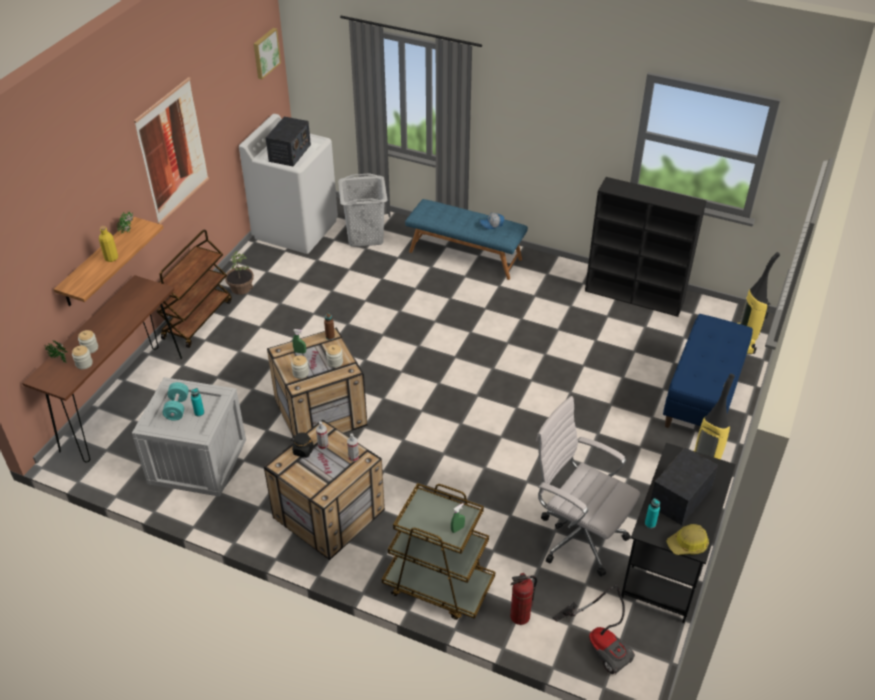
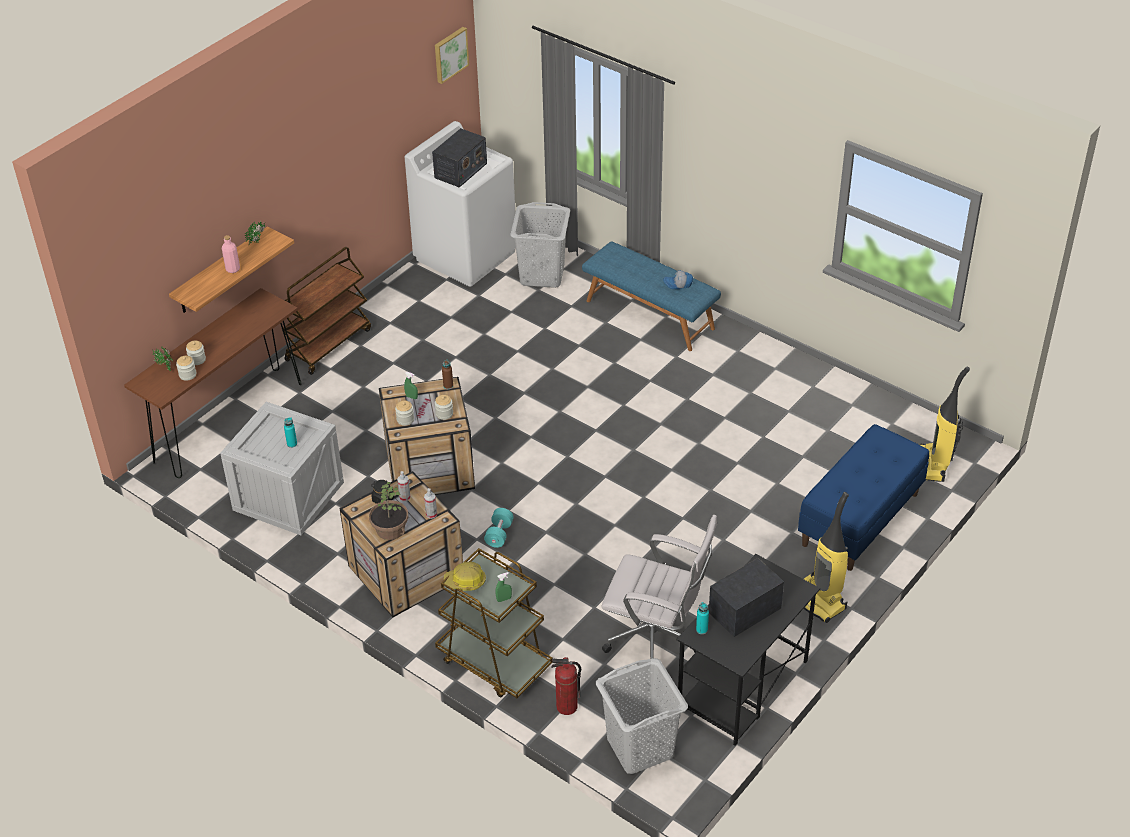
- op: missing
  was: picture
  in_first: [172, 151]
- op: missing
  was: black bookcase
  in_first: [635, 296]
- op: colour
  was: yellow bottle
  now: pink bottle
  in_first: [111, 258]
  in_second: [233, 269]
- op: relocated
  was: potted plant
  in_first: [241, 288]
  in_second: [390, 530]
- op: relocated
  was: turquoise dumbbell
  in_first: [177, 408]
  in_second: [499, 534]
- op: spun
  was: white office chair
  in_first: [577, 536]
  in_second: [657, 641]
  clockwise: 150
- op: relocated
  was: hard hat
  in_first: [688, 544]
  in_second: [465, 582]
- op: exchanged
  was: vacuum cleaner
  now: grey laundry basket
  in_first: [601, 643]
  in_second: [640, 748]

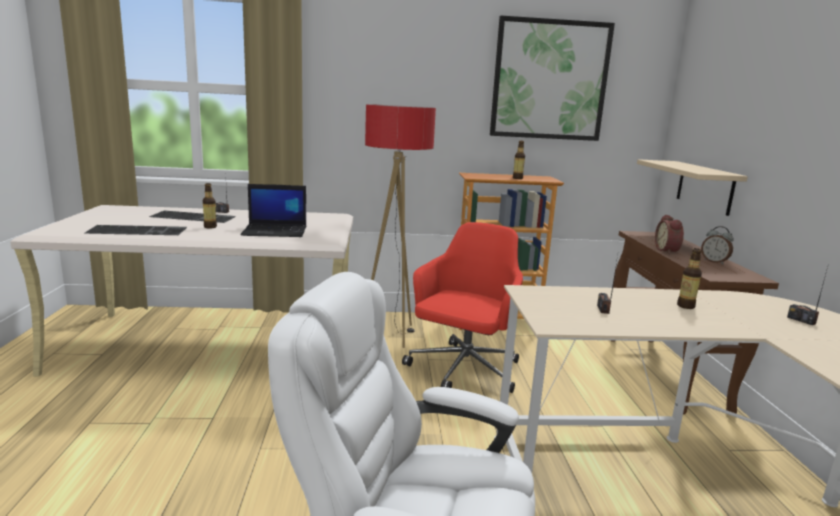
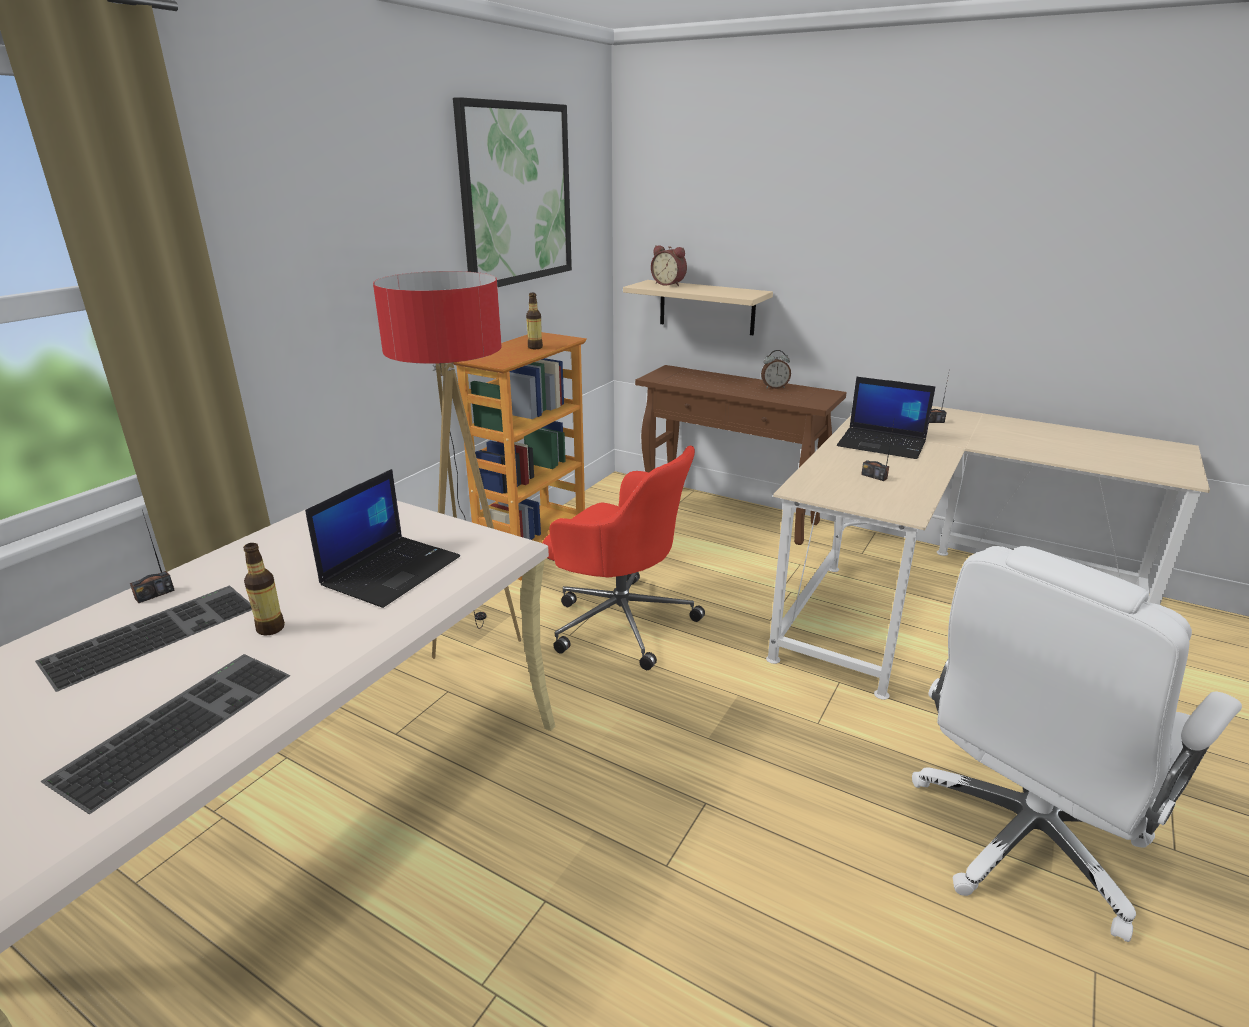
- op: relocated
  was: alarm clock
  in_first: [668, 251]
  in_second: [669, 284]
- op: spun
  was: red office chair
  in_first: [463, 370]
  in_second: [620, 621]
  clockwise: 150
- op: exchanged
  was: bottle
  now: laptop
  in_first: [685, 306]
  in_second: [883, 444]

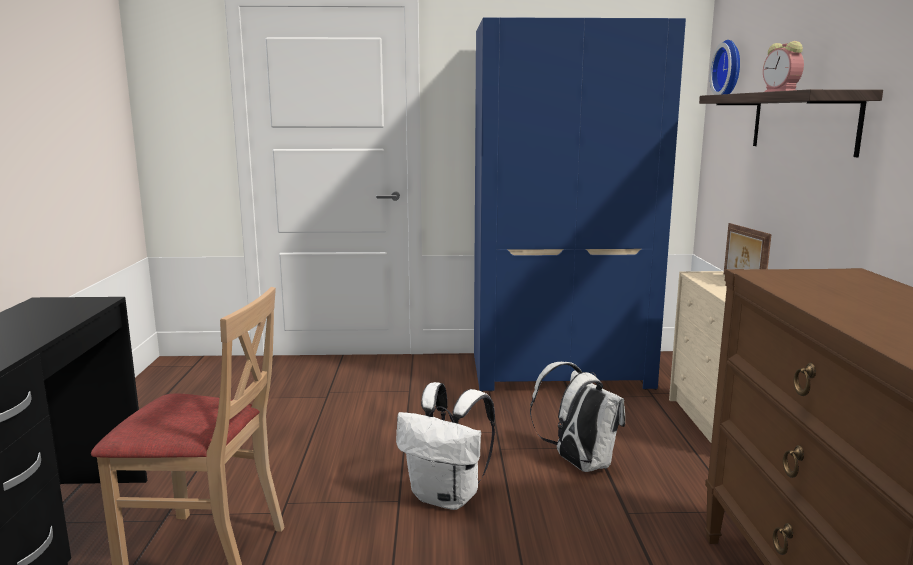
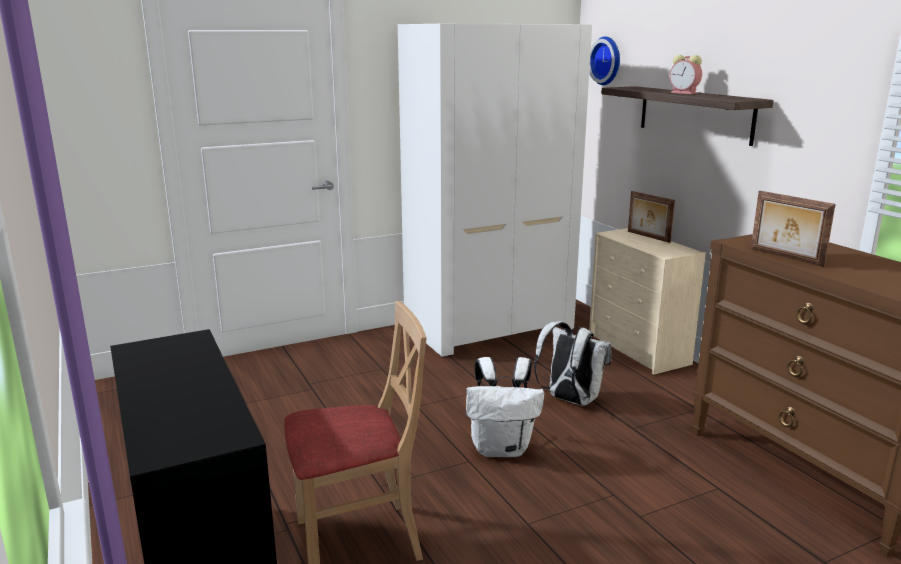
- op: colour
  was: blue wardrobe
  now: white wardrobe
  in_first: [561, 370]
  in_second: [489, 326]
- op: appeared
  now: picture frame
  in_second: [785, 257]

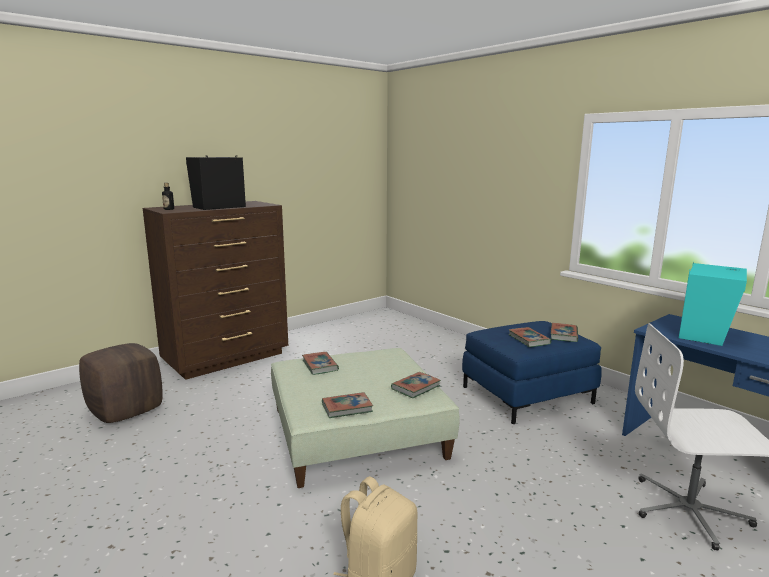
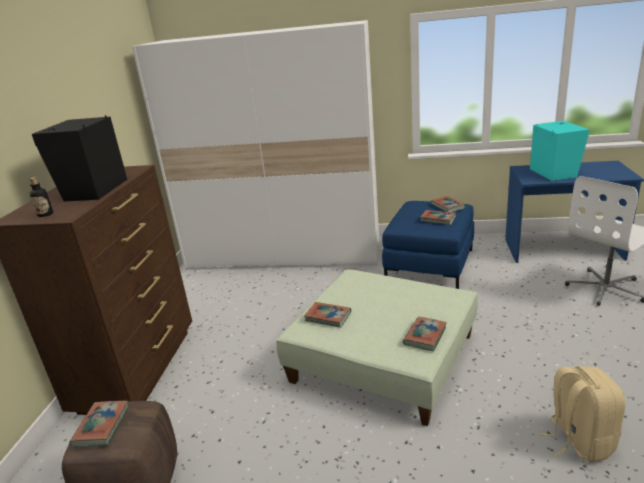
- op: relocated
  was: book
  in_first: [415, 387]
  in_second: [102, 426]
- op: appeared
  now: white wardrobe
  in_second: [285, 254]

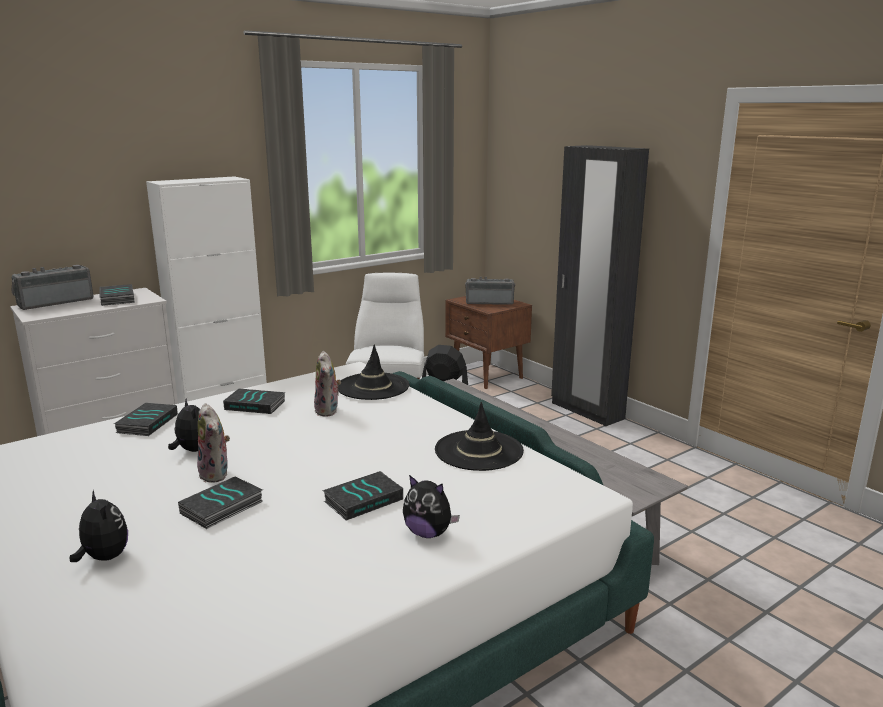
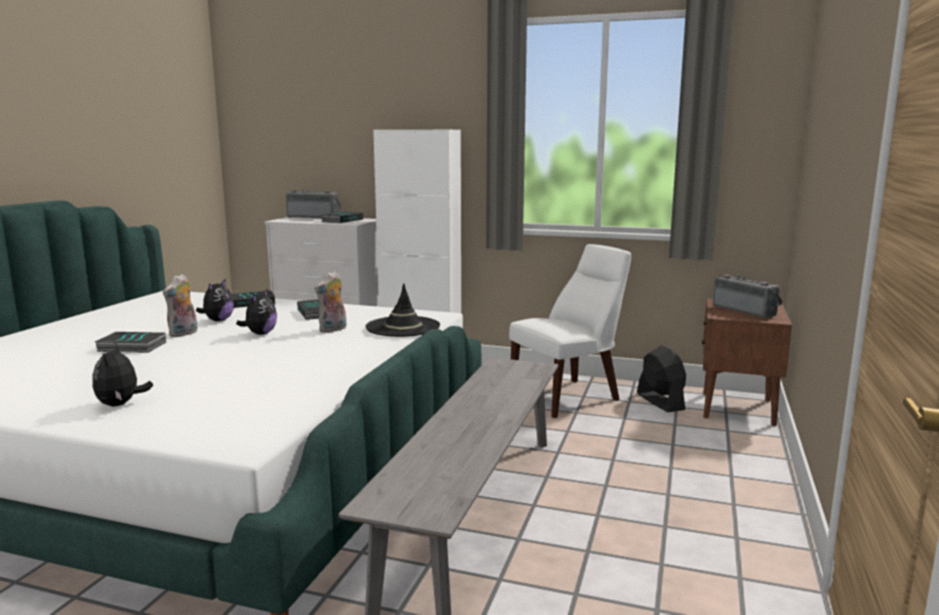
- op: missing
  was: black wardrobe
  in_first: [586, 411]
- op: missing
  was: black hat
  in_first: [479, 450]
- op: missing
  was: book
  in_first: [363, 499]
- op: relocated
  was: plush toy
  in_first: [103, 558]
  in_second: [260, 333]

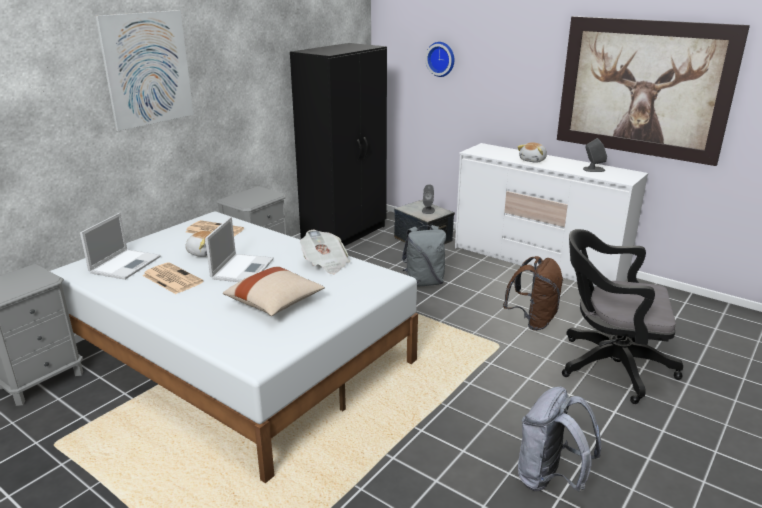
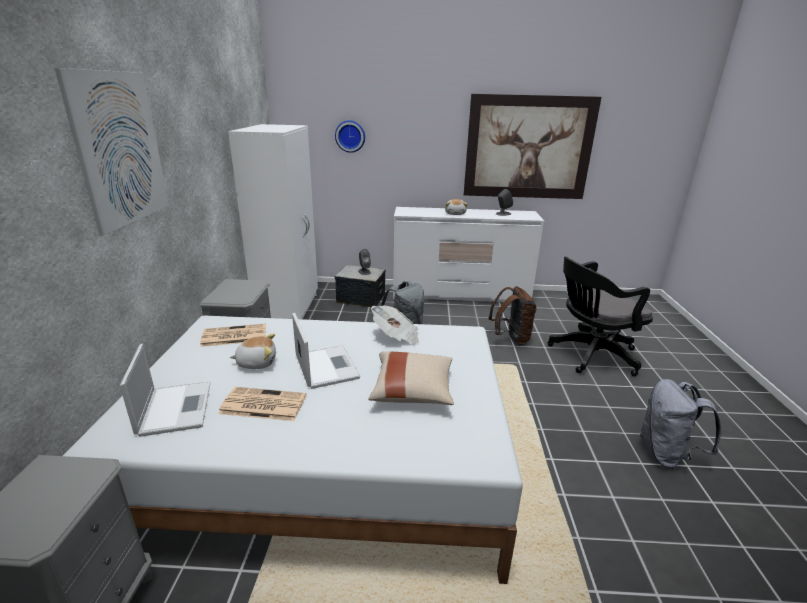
- op: colour
  was: black wardrobe
  now: white wardrobe
  in_first: [345, 233]
  in_second: [289, 309]

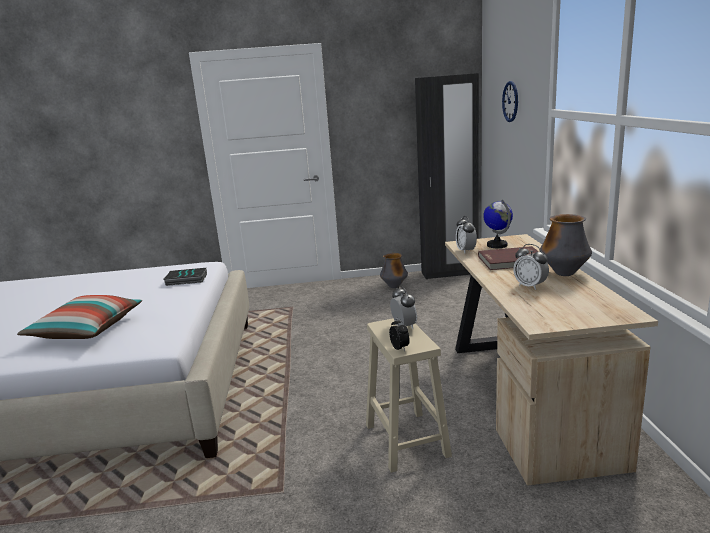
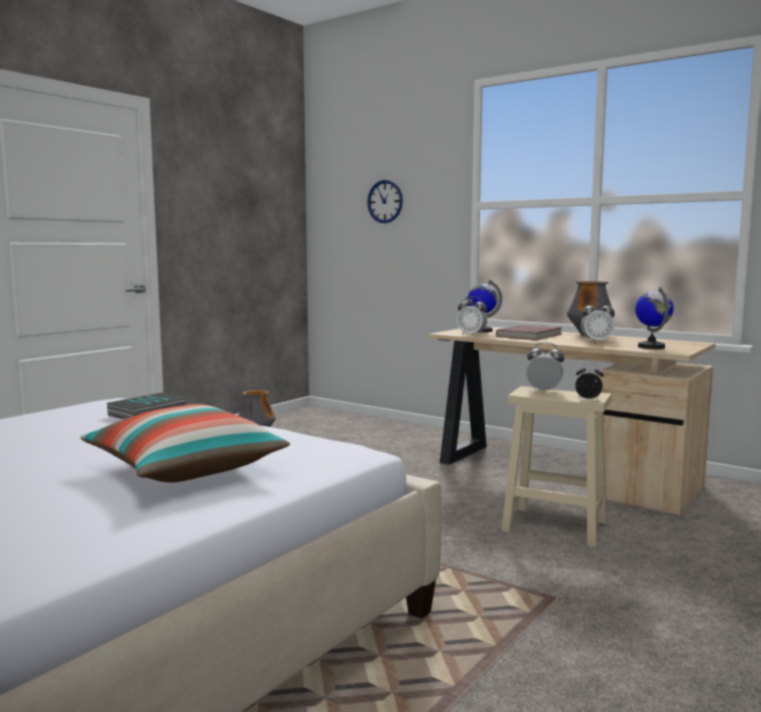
- op: missing
  was: black wardrobe
  in_first: [449, 273]
- op: appeared
  now: globe
  in_second: [651, 347]

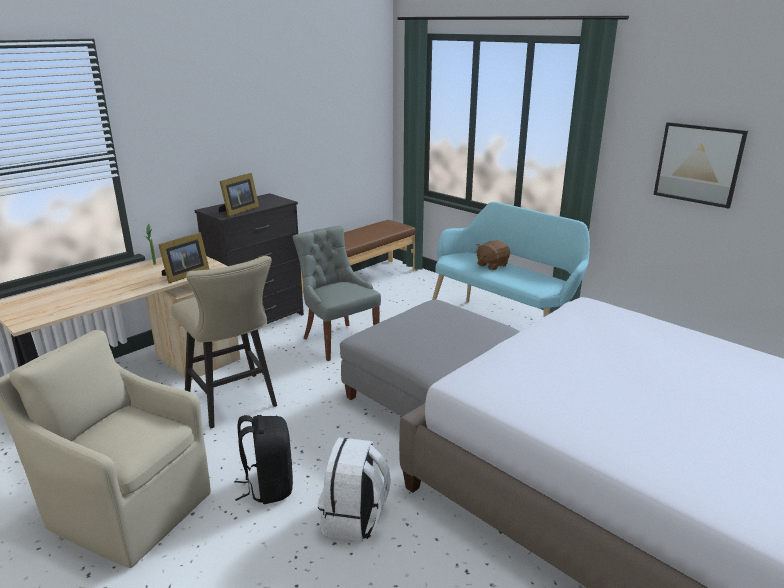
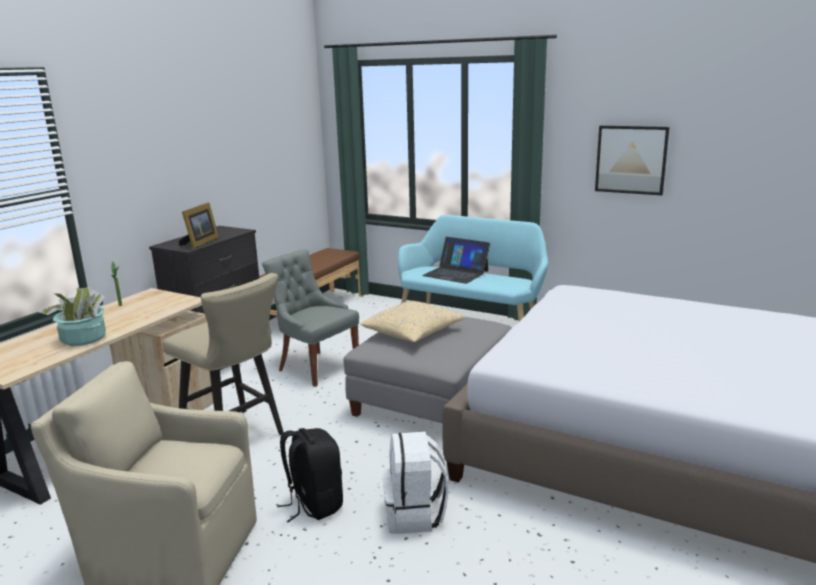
- op: missing
  was: picture frame
  in_first: [184, 275]
- op: exchanged
  was: brown plush toy
  now: laptop
  in_first: [491, 265]
  in_second: [456, 273]
- op: appeared
  now: potted plant
  in_second: [84, 338]
- op: appeared
  now: beige pillow
  in_second: [413, 333]

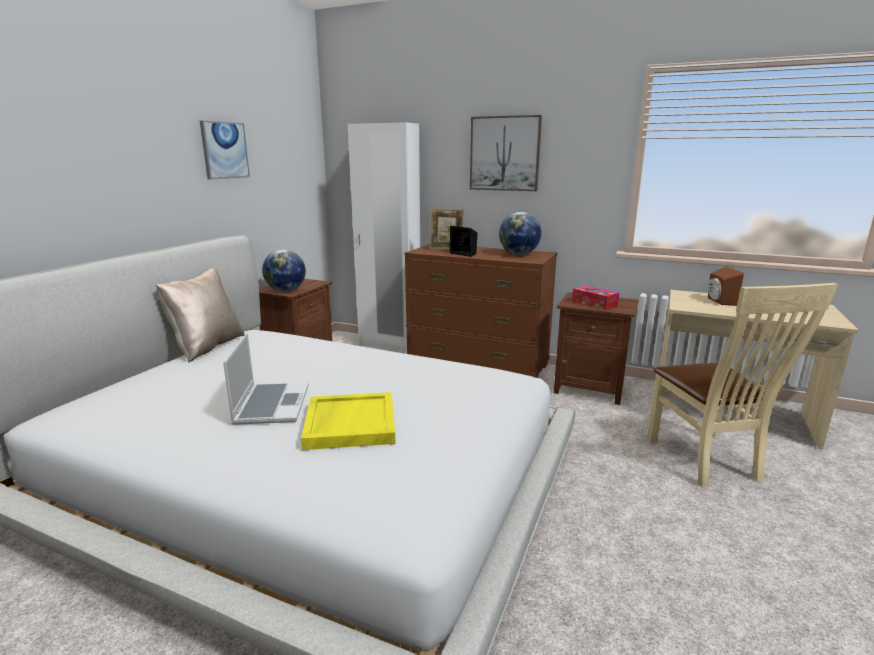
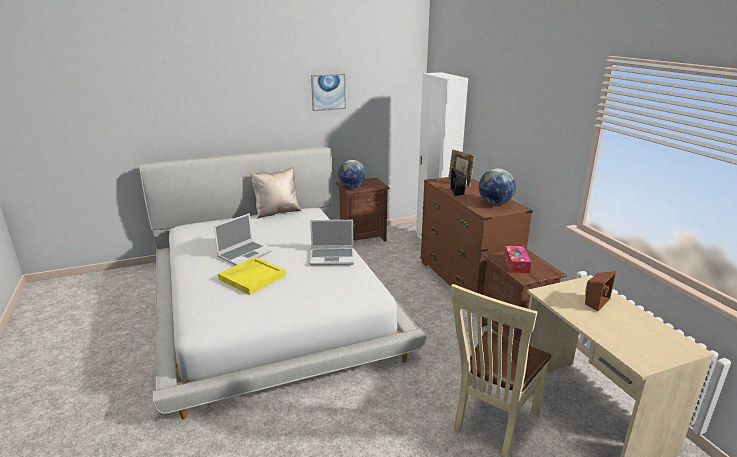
- op: missing
  was: picture
  in_first: [505, 153]
- op: appeared
  now: laptop
  in_second: [332, 257]

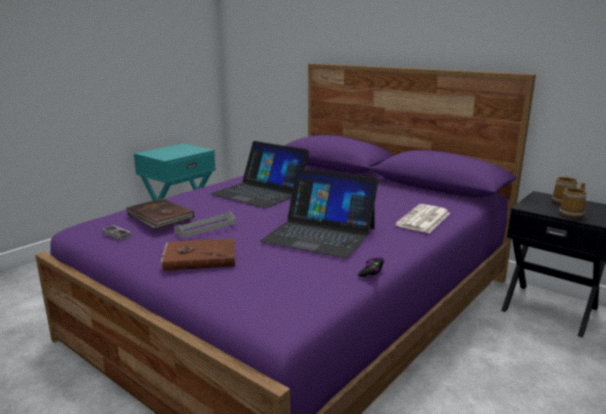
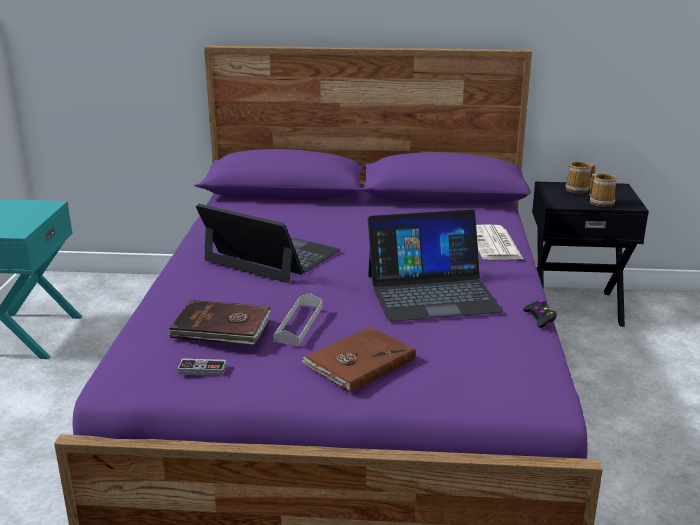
- op: spun
  was: laptop
  in_first: [260, 192]
  in_second: [271, 256]
  clockwise: -150

